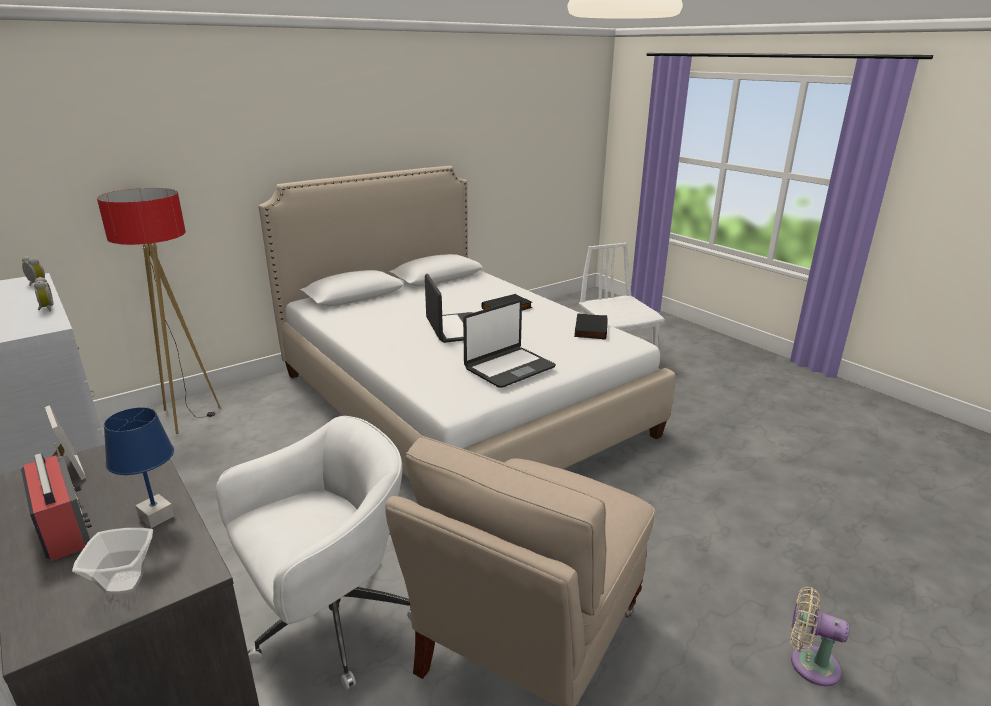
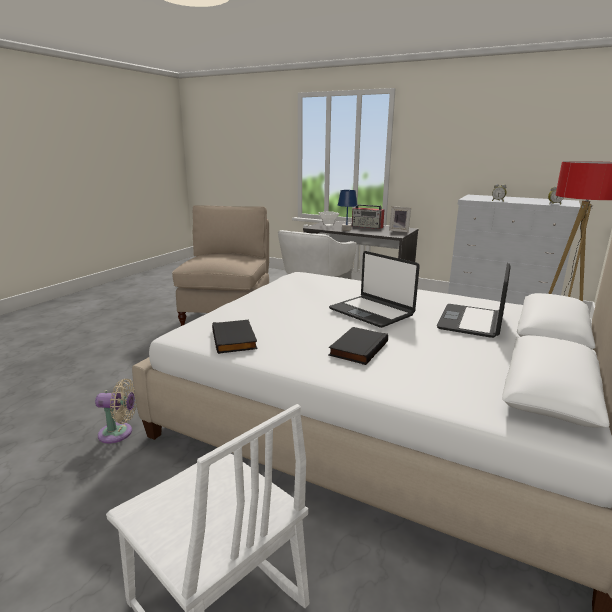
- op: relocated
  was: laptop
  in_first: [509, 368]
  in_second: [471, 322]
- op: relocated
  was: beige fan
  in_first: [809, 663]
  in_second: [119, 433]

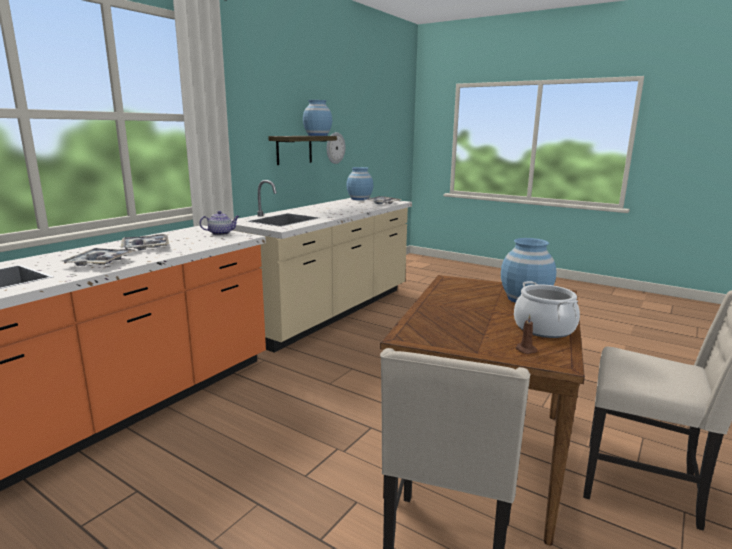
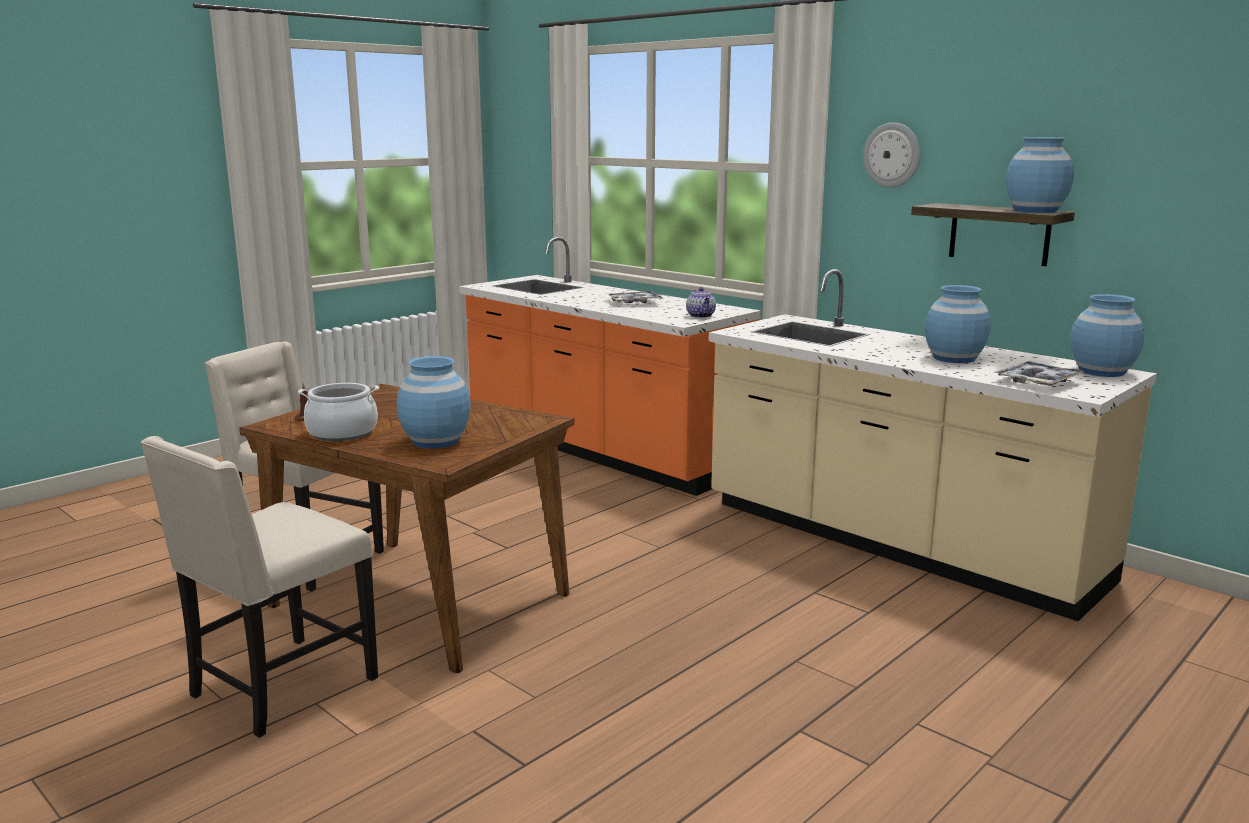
- op: relocated
  was: wall clock
  in_first: [335, 148]
  in_second: [892, 155]
- op: missing
  was: tray
  in_first: [100, 262]
- op: appeared
  now: blue vase
  in_second: [954, 358]

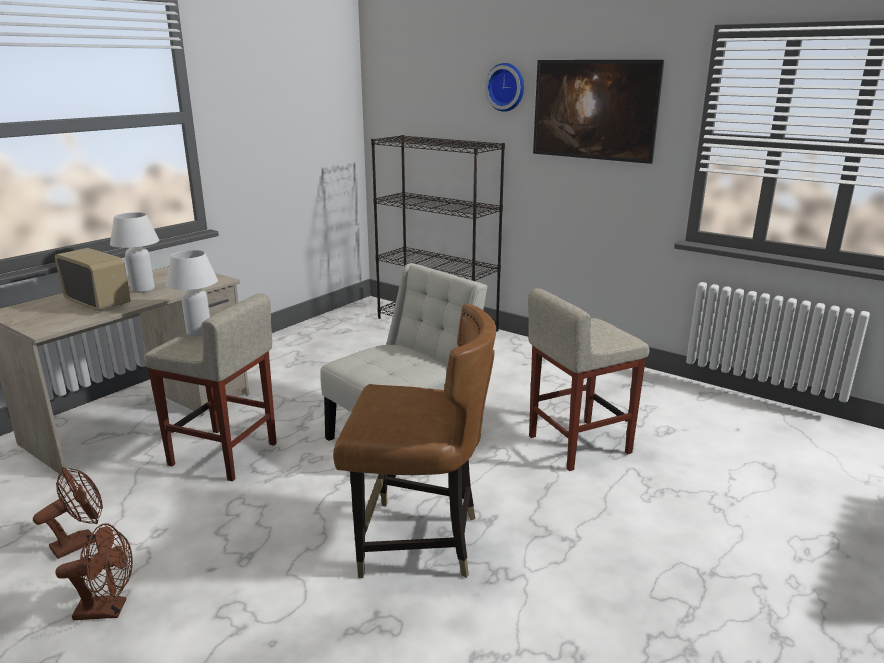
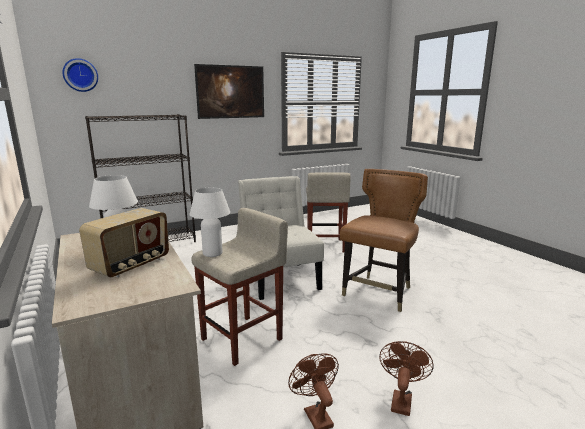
- op: relocated
  was: wall clock
  in_first: [506, 87]
  in_second: [80, 75]
- op: spun
  was: radio
  in_first: [98, 303]
  in_second: [131, 265]
  clockwise: 150

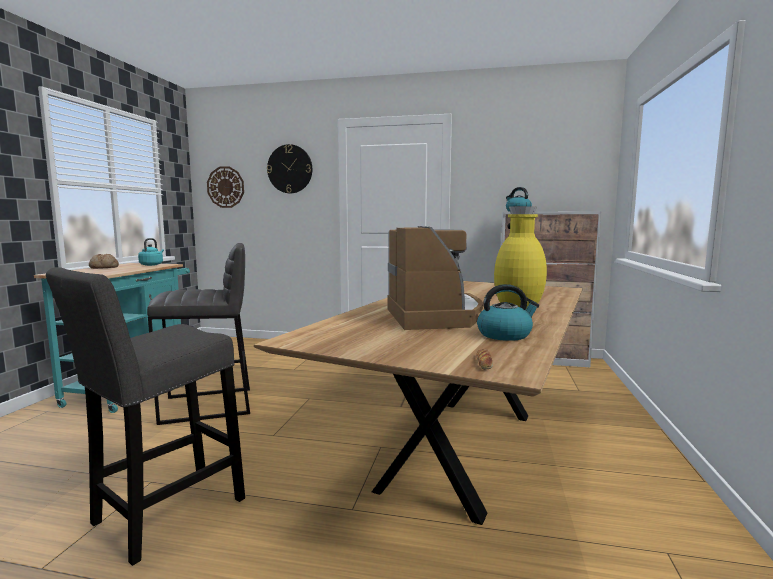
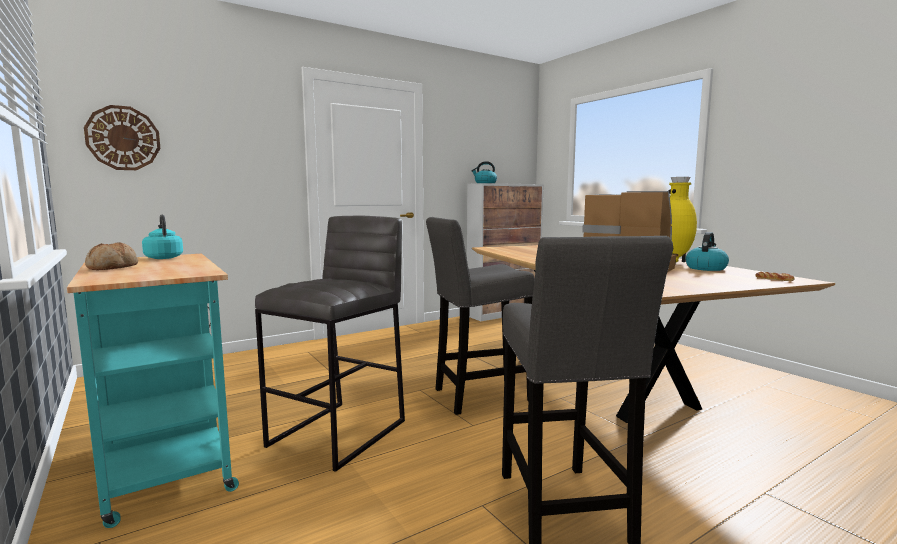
- op: missing
  was: wall clock
  in_first: [290, 169]
- op: appeared
  now: grey stool
  in_second: [478, 396]

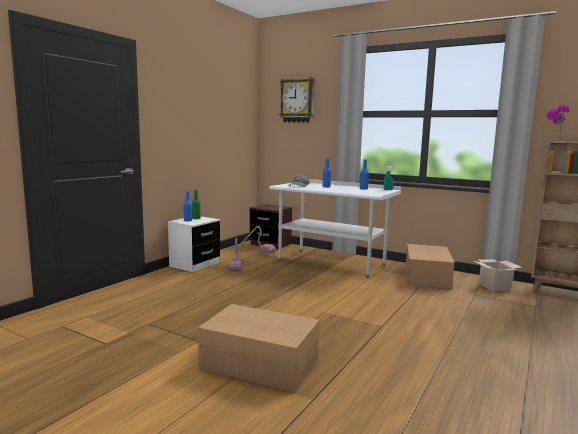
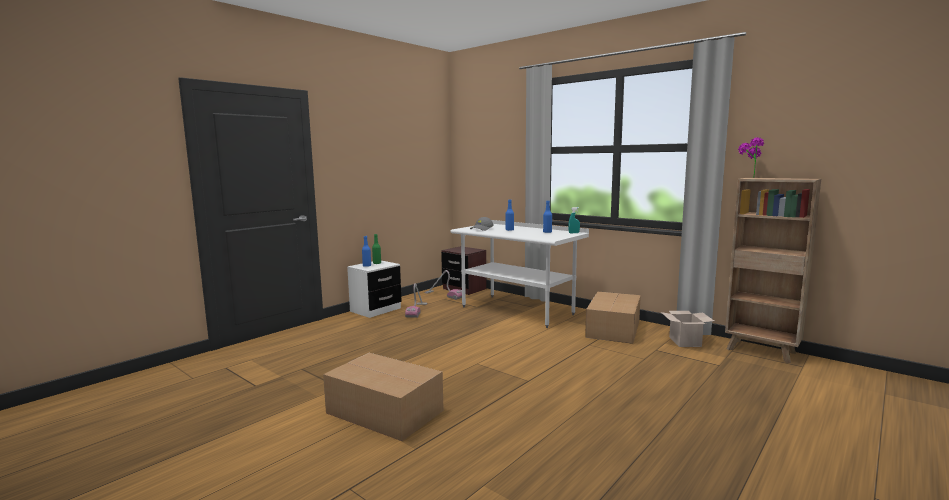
- op: missing
  was: wall clock
  in_first: [297, 100]

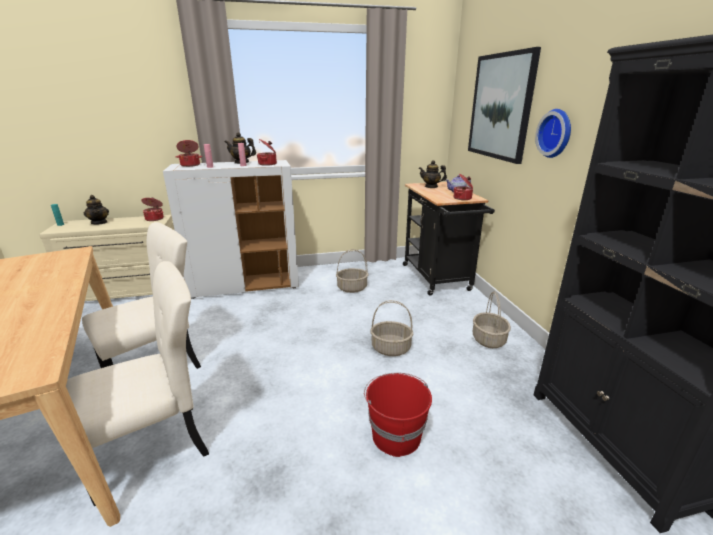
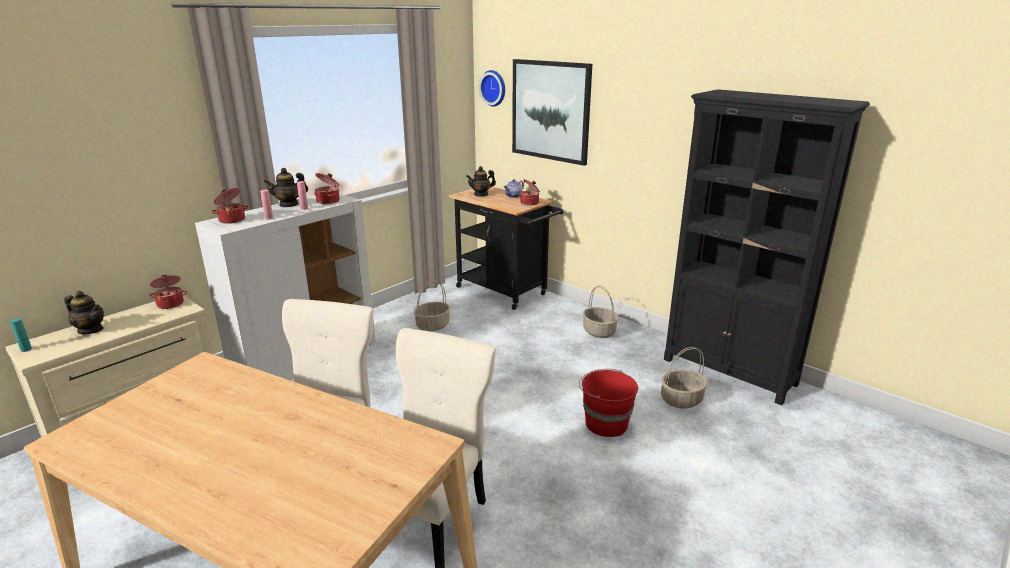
- op: relocated
  was: wall clock
  in_first: [556, 133]
  in_second: [494, 88]
- op: relocated
  was: basket
  in_first: [391, 348]
  in_second: [681, 399]

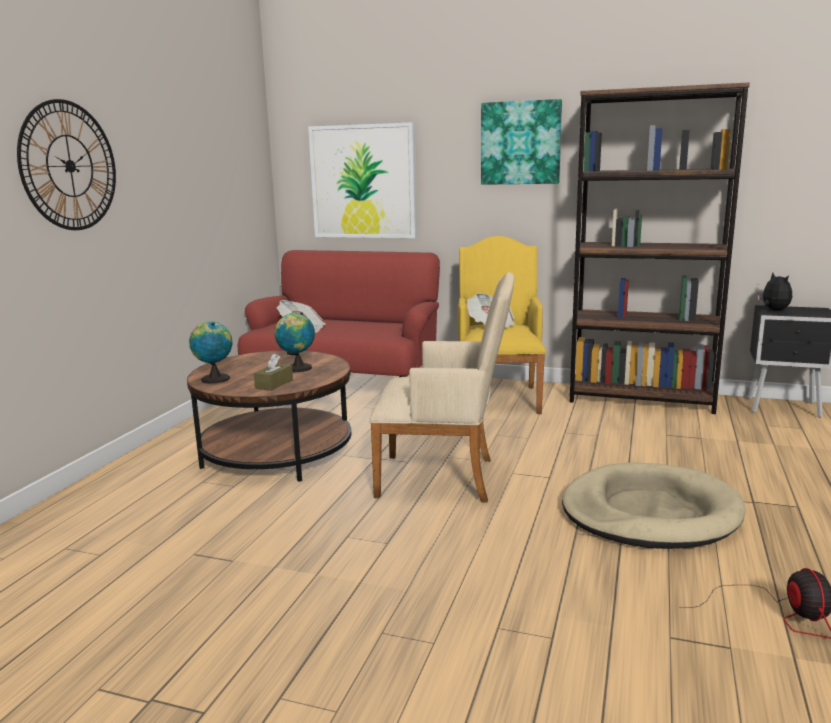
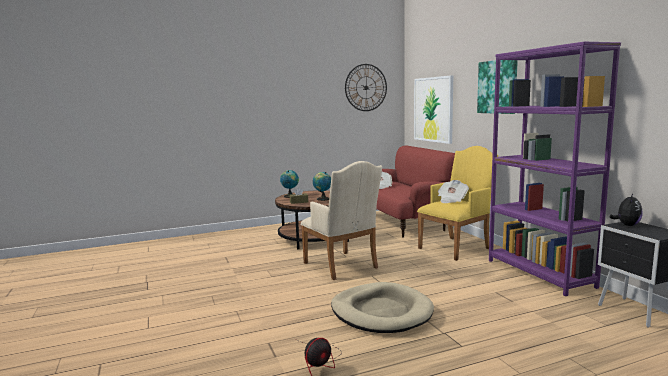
- op: colour
  was: brown bookcase
  now: purple bookcase
  in_first: [641, 399]
  in_second: [539, 273]
- op: relocated
  was: wall clock
  in_first: [69, 166]
  in_second: [366, 87]

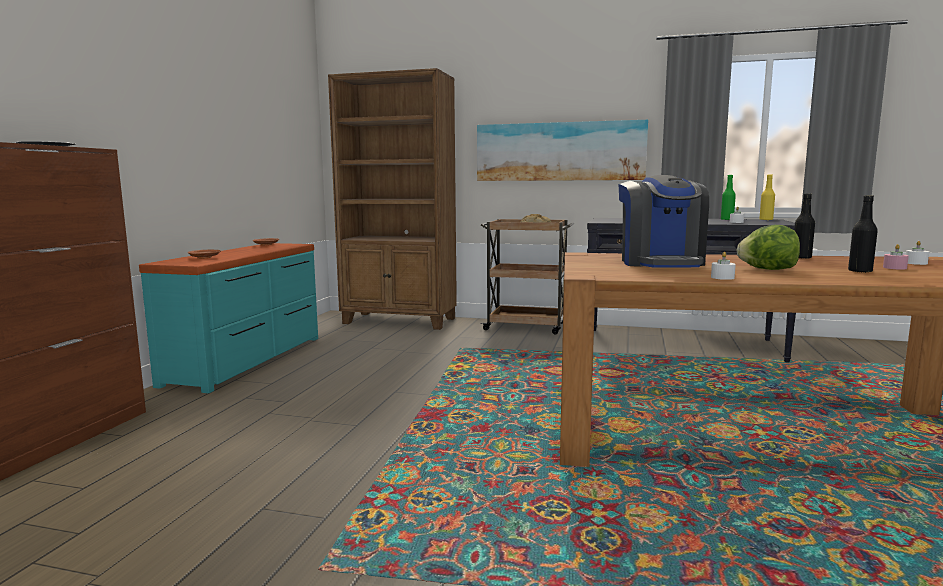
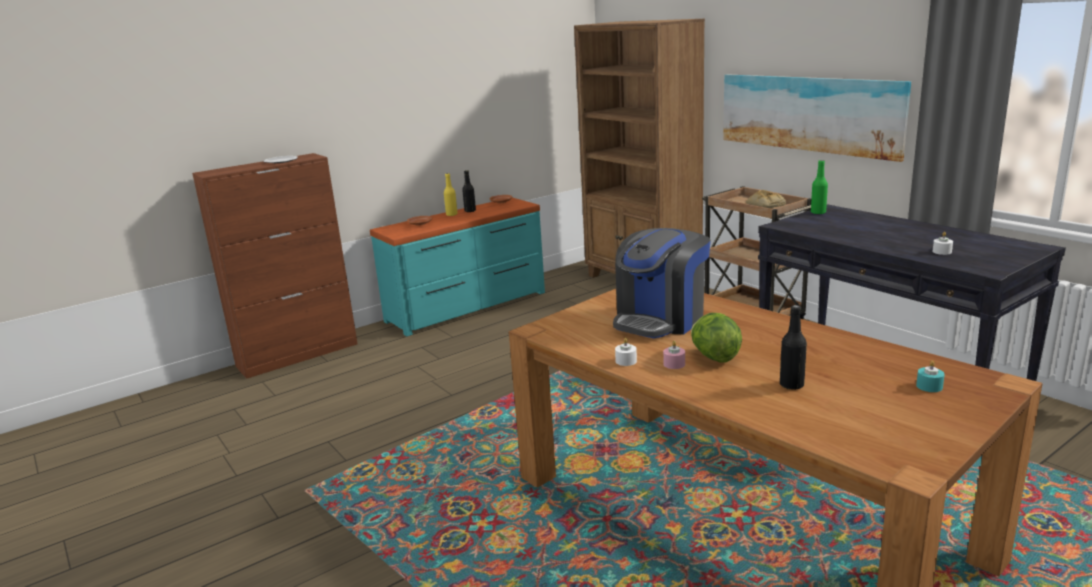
- op: relocated
  was: green bottle
  in_first: [727, 219]
  in_second: [818, 212]
- op: relocated
  was: yellow bottle
  in_first: [766, 220]
  in_second: [451, 214]
- op: relocated
  was: black bottle
  in_first: [801, 258]
  in_second: [470, 211]
- op: colour
  was: white candle
  now: turquoise candle
  in_first: [916, 263]
  in_second: [929, 386]
- op: relocated
  was: pink candle
  in_first: [894, 268]
  in_second: [674, 364]

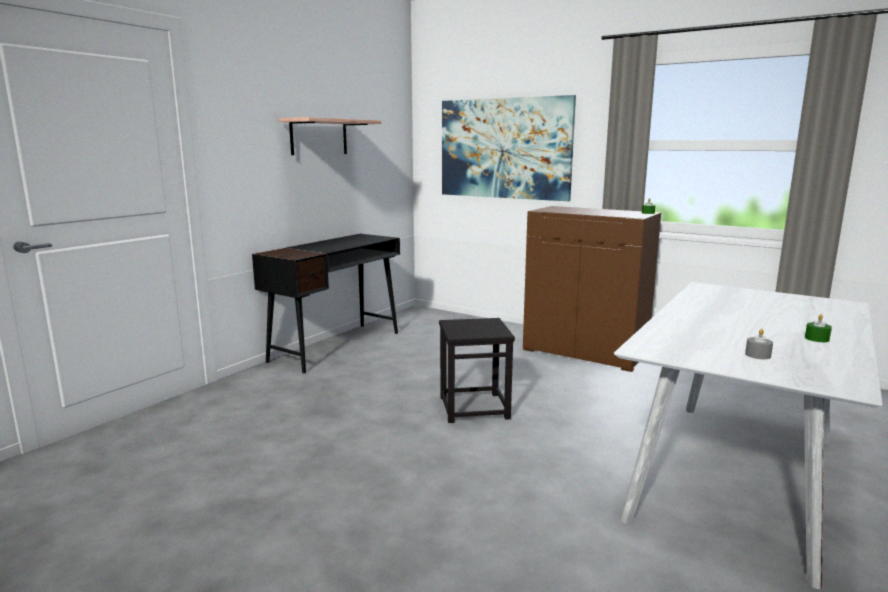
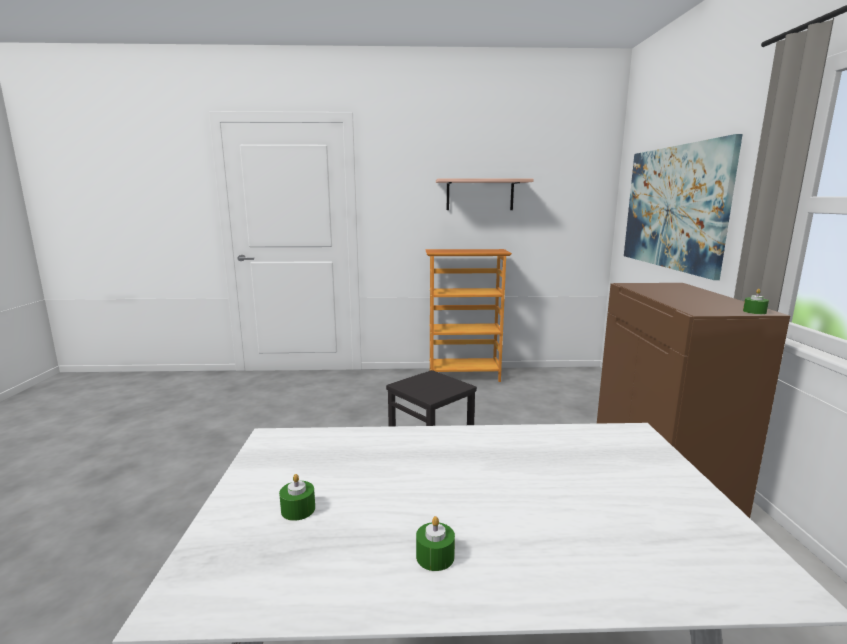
- op: exchanged
  was: black desk
  now: bookcase
  in_first: [337, 346]
  in_second: [464, 375]
- op: colour
  was: grey candle
  now: green candle
  in_first: [758, 355]
  in_second: [298, 509]

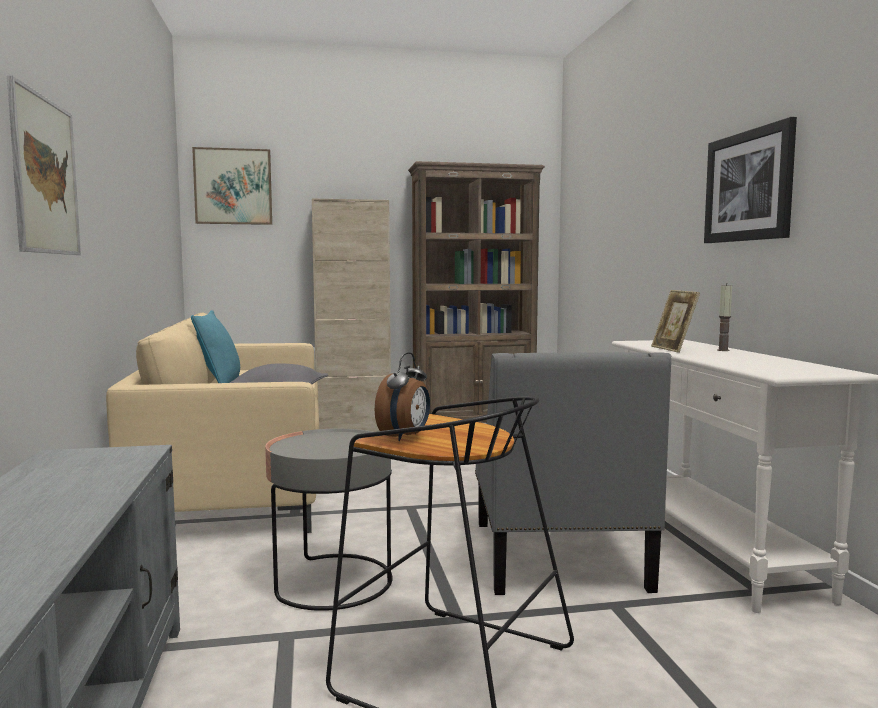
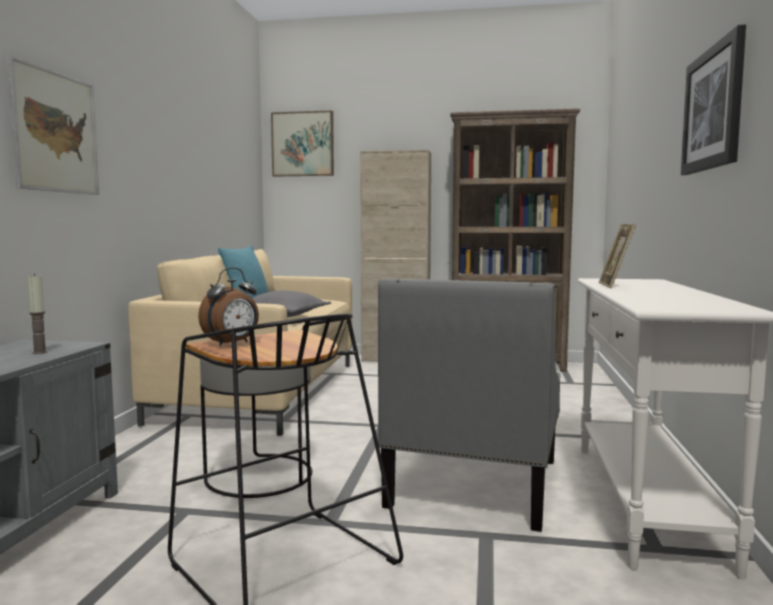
- op: relocated
  was: candle
  in_first: [723, 350]
  in_second: [40, 352]

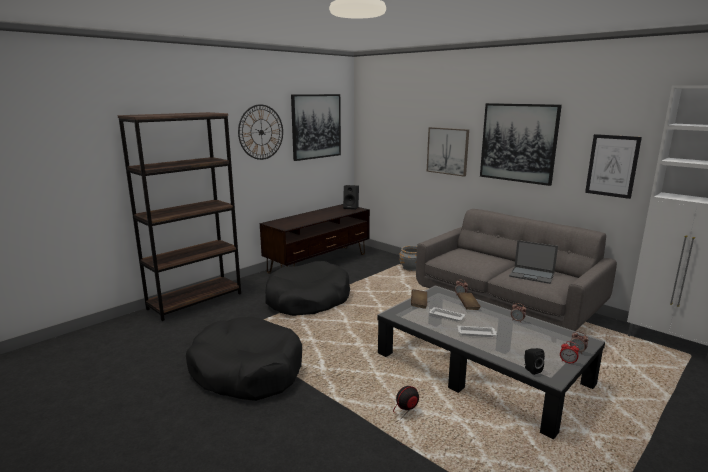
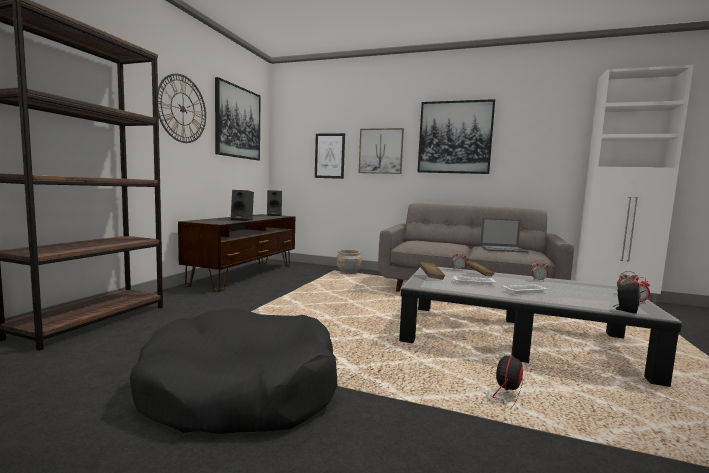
- op: relocated
  was: picture
  in_first: [612, 166]
  in_second: [329, 156]
- op: missing
  was: black dog bed
  in_first: [307, 299]
- op: appeared
  now: black speaker
  in_second: [243, 220]

